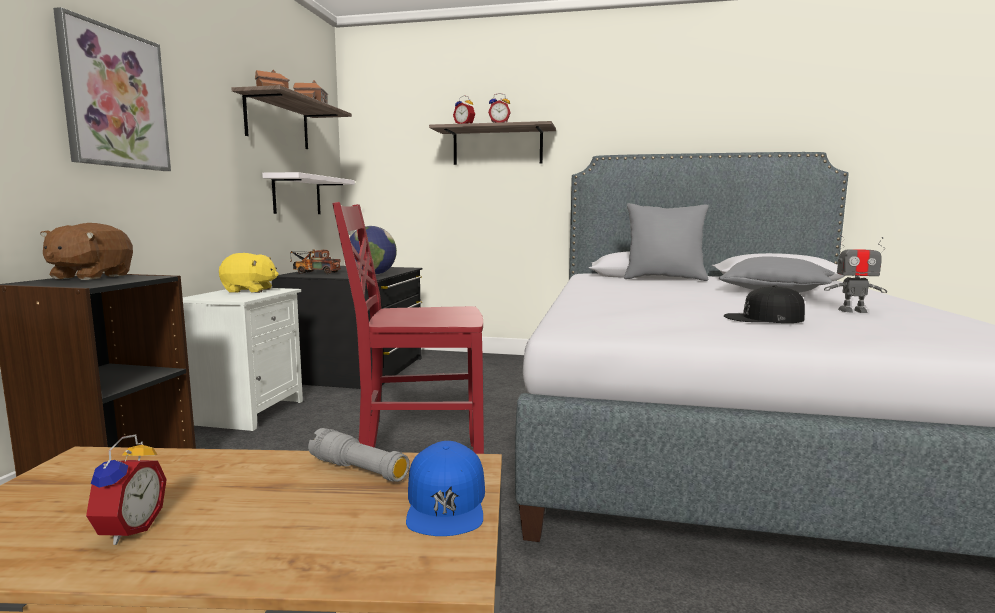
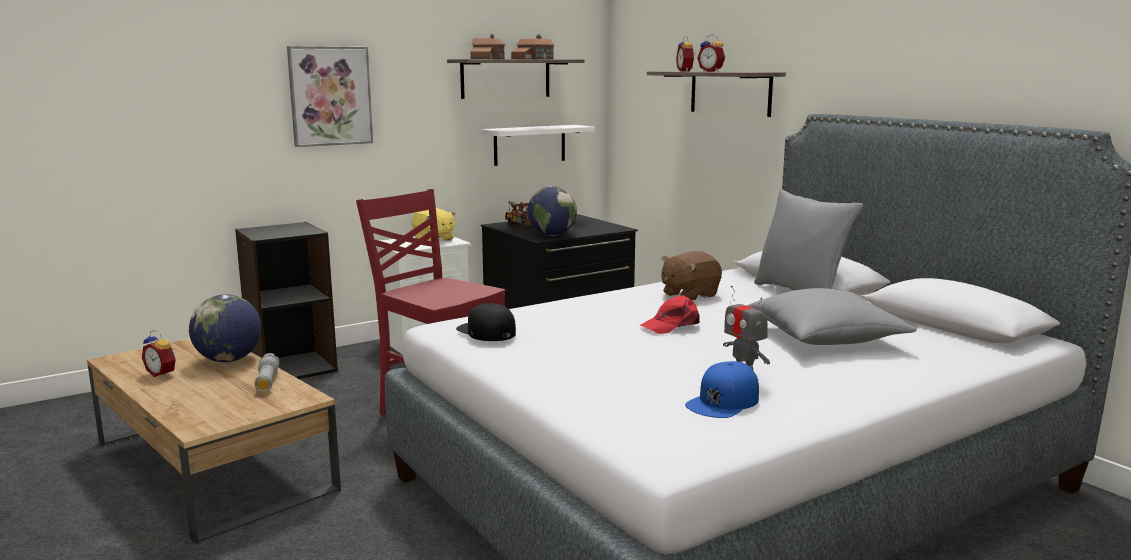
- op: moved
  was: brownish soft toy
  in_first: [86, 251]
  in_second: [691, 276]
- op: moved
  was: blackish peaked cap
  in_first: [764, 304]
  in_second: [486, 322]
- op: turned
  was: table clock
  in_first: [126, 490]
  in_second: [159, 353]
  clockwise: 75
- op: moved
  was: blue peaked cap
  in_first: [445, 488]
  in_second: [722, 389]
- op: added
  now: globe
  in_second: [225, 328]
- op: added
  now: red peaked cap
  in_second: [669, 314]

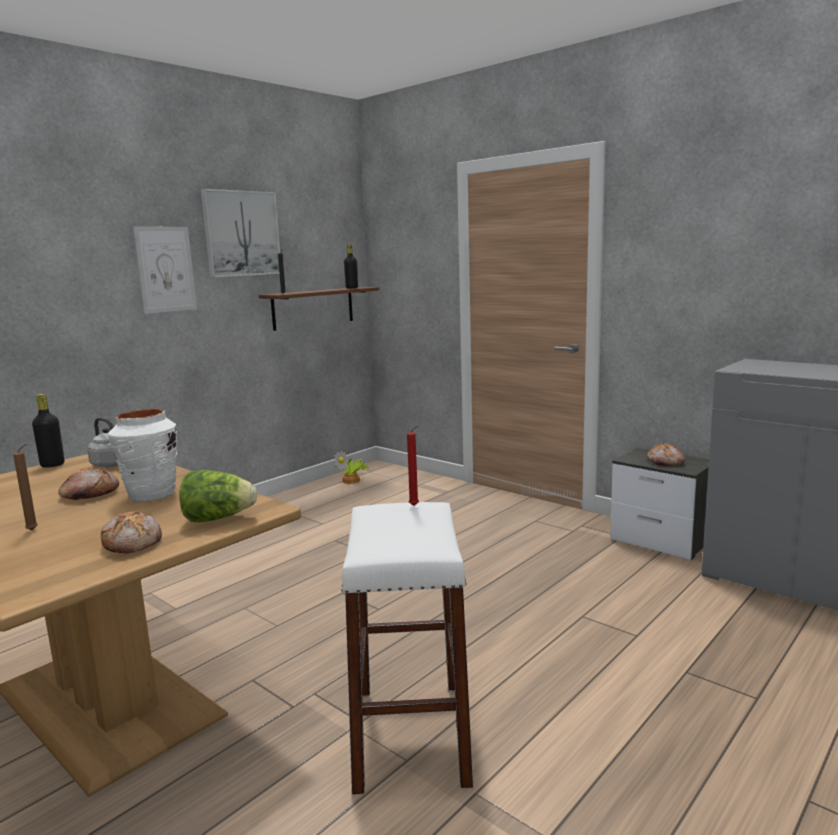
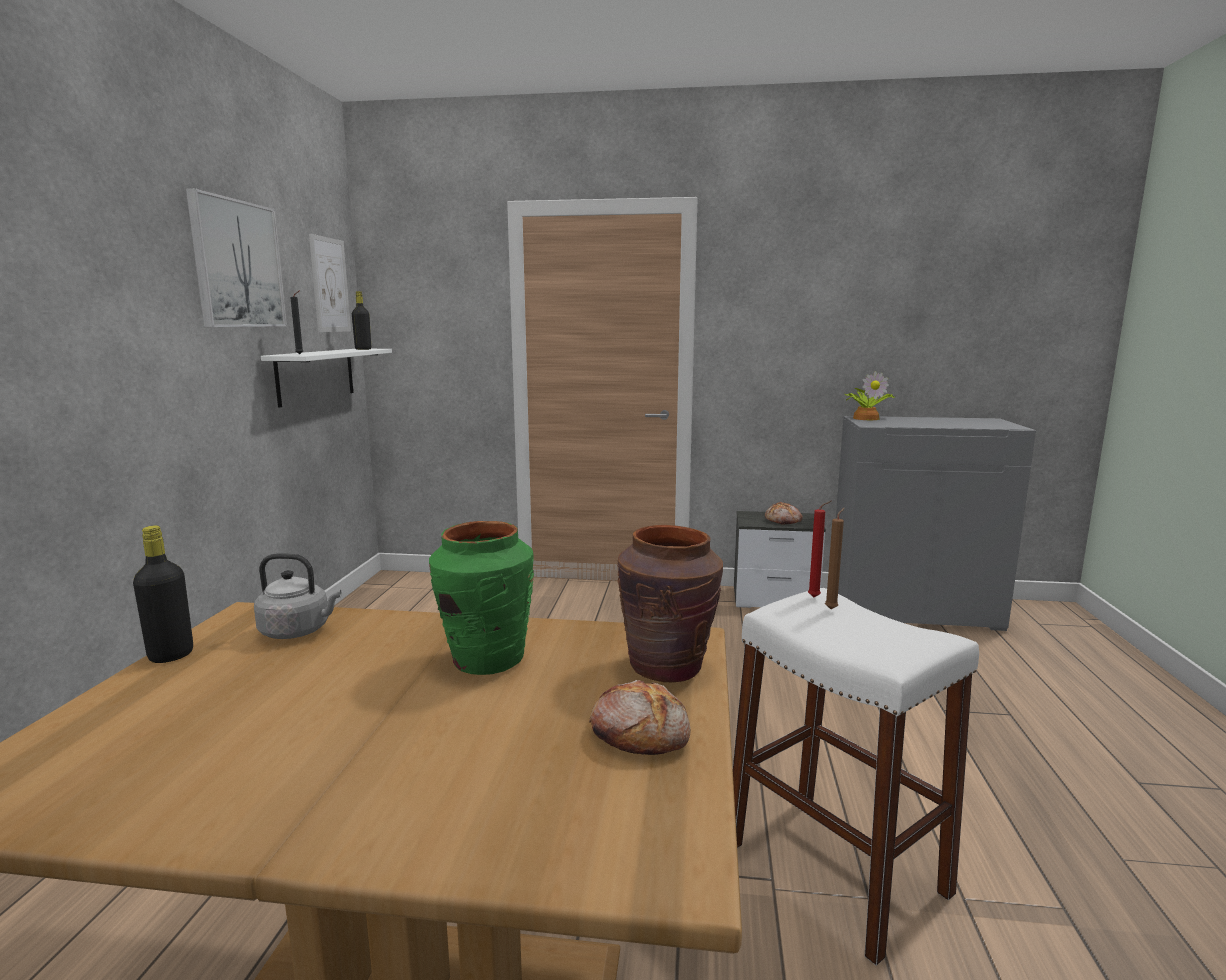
- op: moved
  was: wall art
  in_first: [165, 270]
  in_second: [330, 283]
- op: recoloured
  was: brownish bracket shelf
  now: whitish bracket shelf
  in_first: [319, 309]
  in_second: [326, 378]
- op: recoloured
  was: whitish decorative vase
  now: greenish decorative vase
  in_first: [142, 455]
  in_second: [481, 598]
- op: moved
  was: brownish candle
  in_first: [25, 487]
  in_second: [835, 558]
- op: moved
  was: plant in a pot
  in_first: [351, 467]
  in_second: [869, 395]
- op: removed
  was: baked bread
  in_first: [88, 483]
- op: replaced
  was: lettuce head
  now: brownish decorative vase
  in_first: [218, 496]
  in_second: [670, 603]

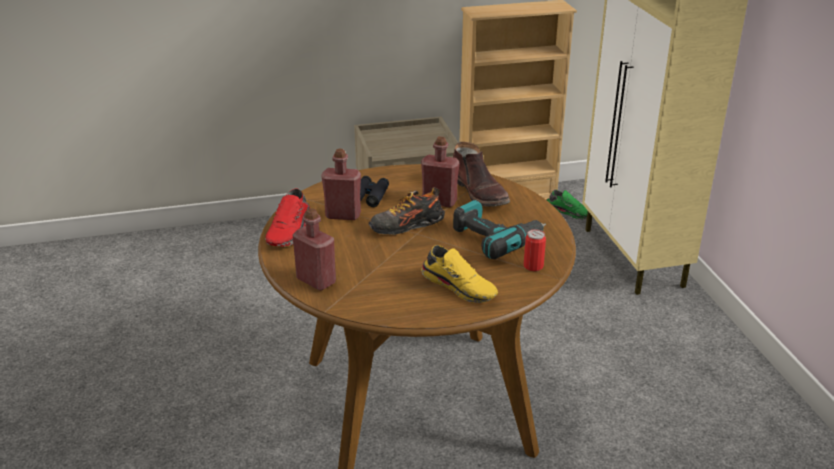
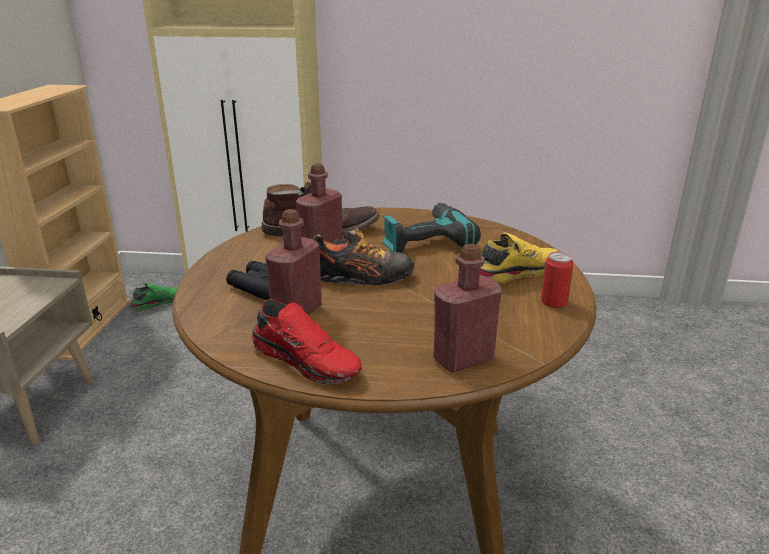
- op: turned
  was: low shoe
  in_first: [407, 211]
  in_second: [363, 257]
  clockwise: -90
- op: moved
  was: metal can
  in_first: [535, 250]
  in_second: [557, 280]

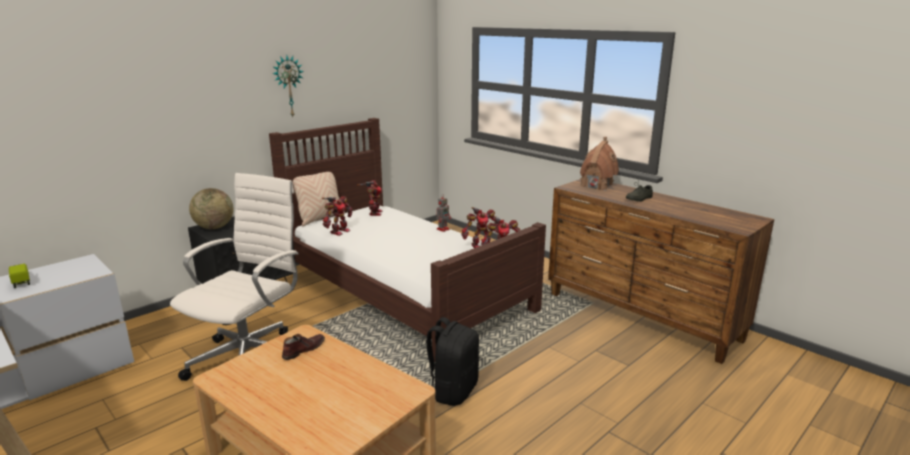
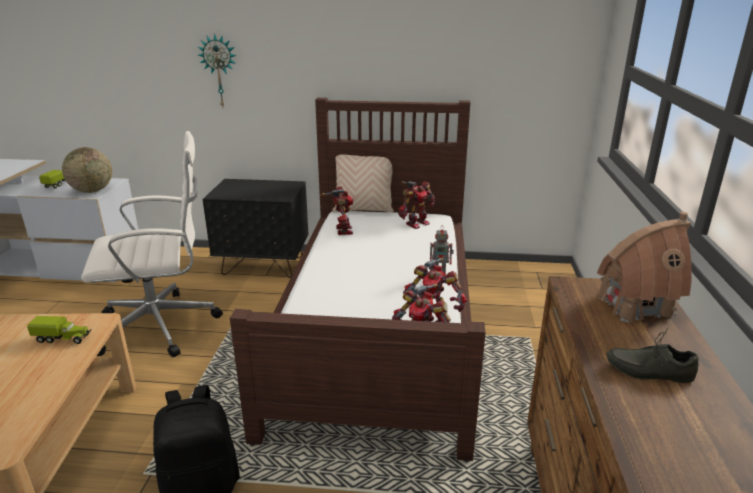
- op: moved
  was: clock on the wall
  in_first: [288, 86]
  in_second: [217, 70]
- op: moved
  was: globe
  in_first: [211, 208]
  in_second: [87, 170]
- op: turned
  was: toy robot
  in_first: [337, 216]
  in_second: [336, 210]
  clockwise: -90
- op: replaced
  was: brownish low shoe
  now: toy lorry
  in_first: [303, 347]
  in_second: [59, 330]

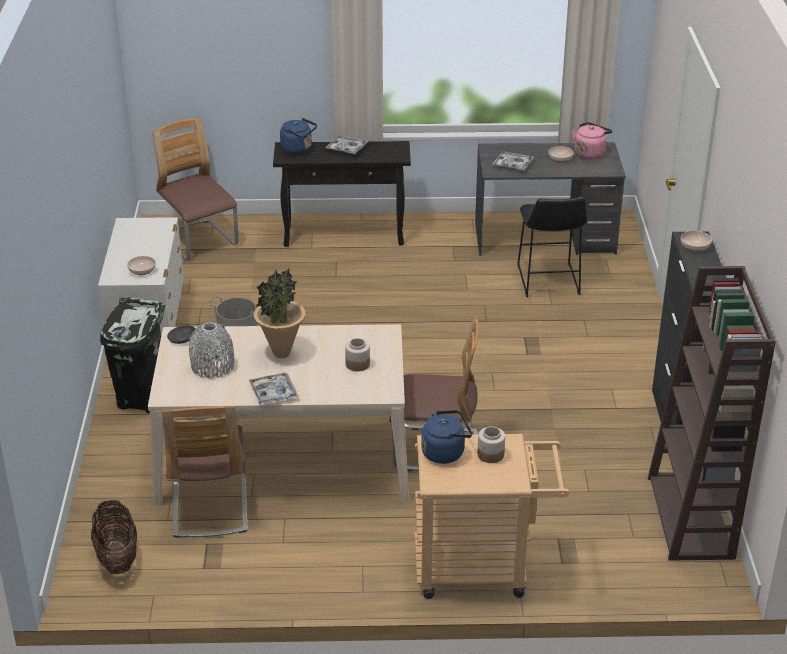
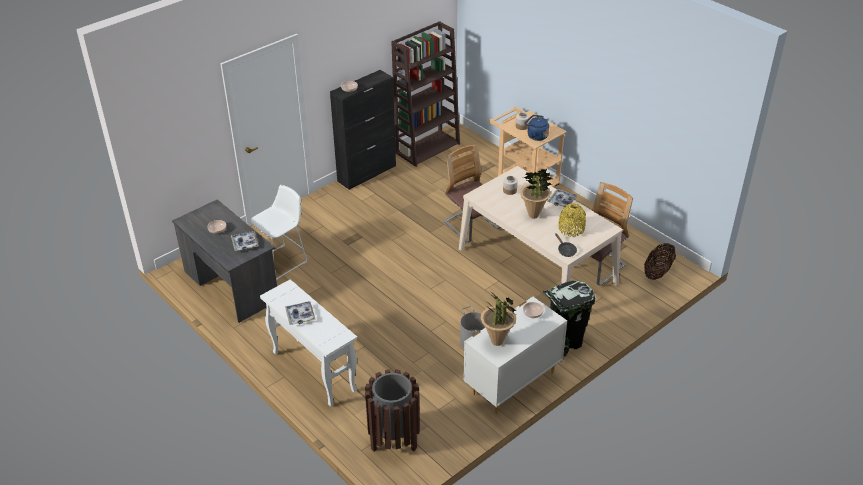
- op: removed
  was: blue kettle
  in_first: [298, 136]
- op: replaced
  was: plain chair
  now: brownish trash can
  in_first: [195, 189]
  in_second: [392, 410]
- op: removed
  was: pink-coloured kettle
  in_first: [591, 140]
- op: recoloured
  was: blackish hall table
  now: whitish hall table
  in_first: [342, 194]
  in_second: [308, 343]
- op: recoloured
  was: blackish sitting stool
  now: whitish sitting stool
  in_first: [552, 247]
  in_second: [278, 232]
- op: recoloured
  was: grey decorative vase
  now: yellowish decorative vase
  in_first: [211, 350]
  in_second: [572, 220]
- op: added
  now: plant in a pot
  in_second: [499, 319]

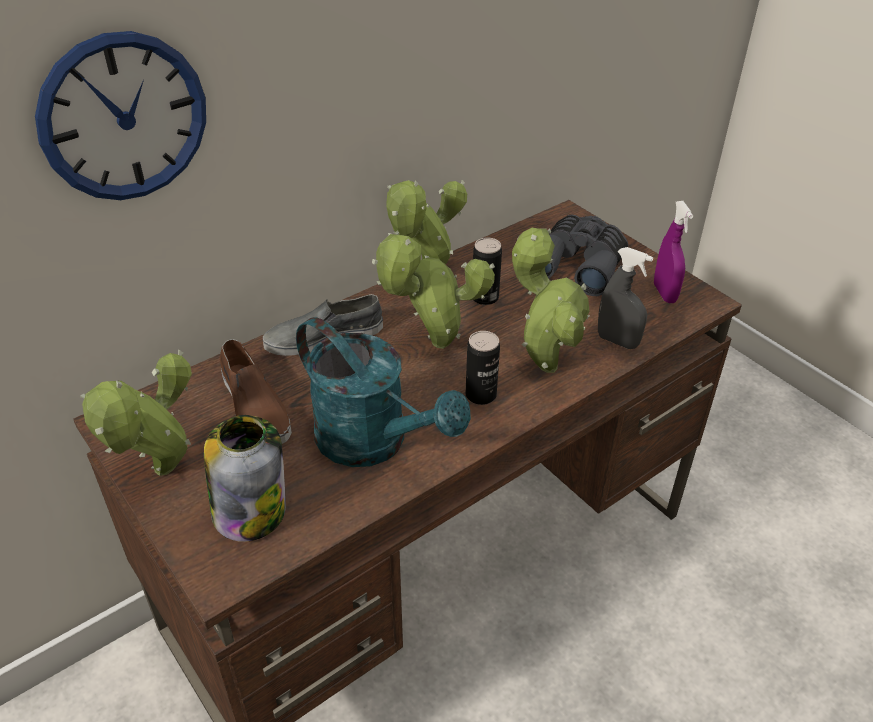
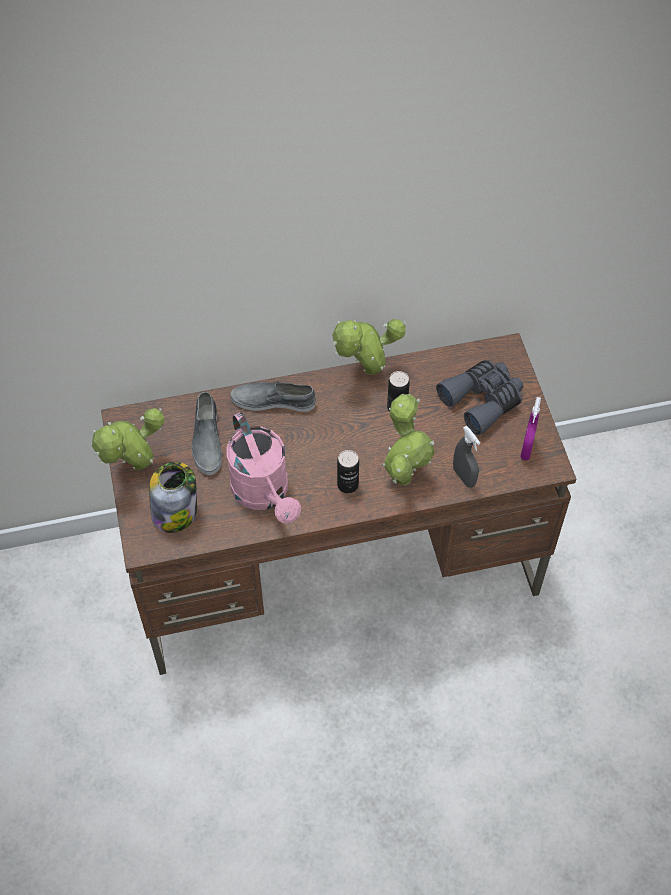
- op: removed
  was: clock on the wall
  in_first: [120, 115]
- op: removed
  was: plant in a pot
  in_first: [433, 291]
- op: recoloured
  was: turquoise sprinkling can
  now: pink-coloured sprinkling can
  in_first: [383, 392]
  in_second: [263, 468]
- op: recoloured
  was: brownish low shoe
  now: grey low shoe
  in_first: [256, 391]
  in_second: [206, 433]

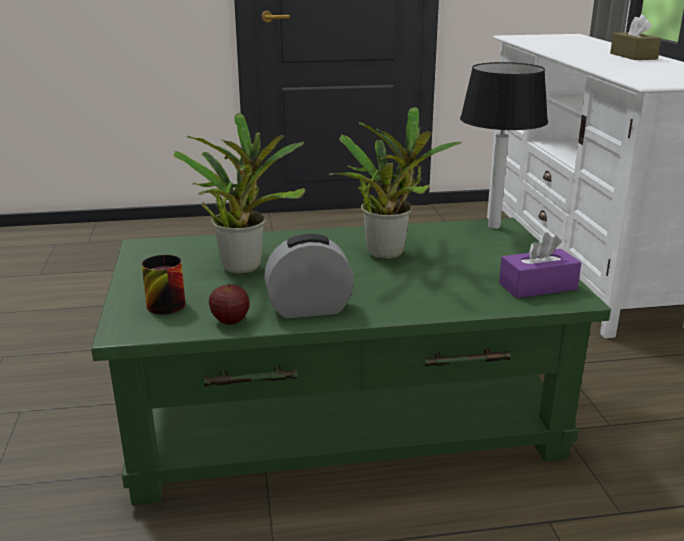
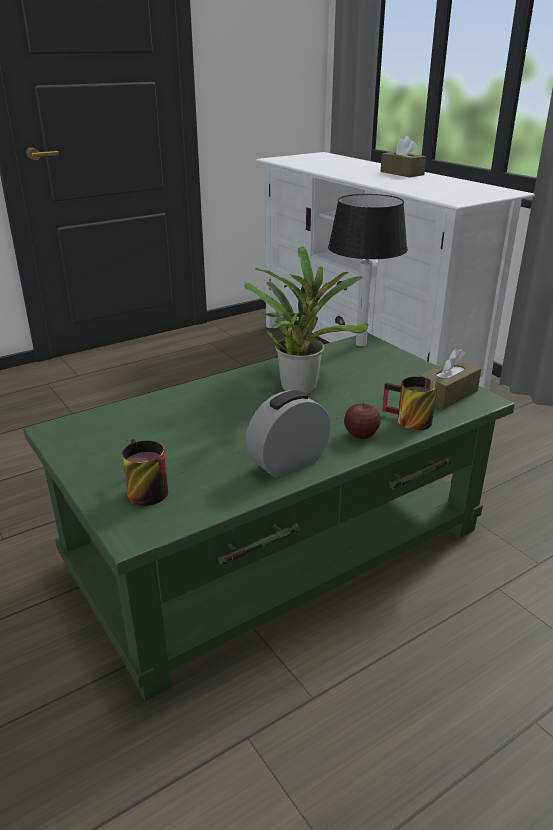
- op: removed
  was: plant in a pot
  in_first: [239, 193]
- op: recoloured
  was: purplish tissue box
  now: brownish tissue box
  in_first: [540, 265]
  in_second: [450, 379]
- op: moved
  was: apple fruit
  in_first: [229, 304]
  in_second: [362, 421]
- op: added
  now: coffee mug
  in_second: [409, 403]

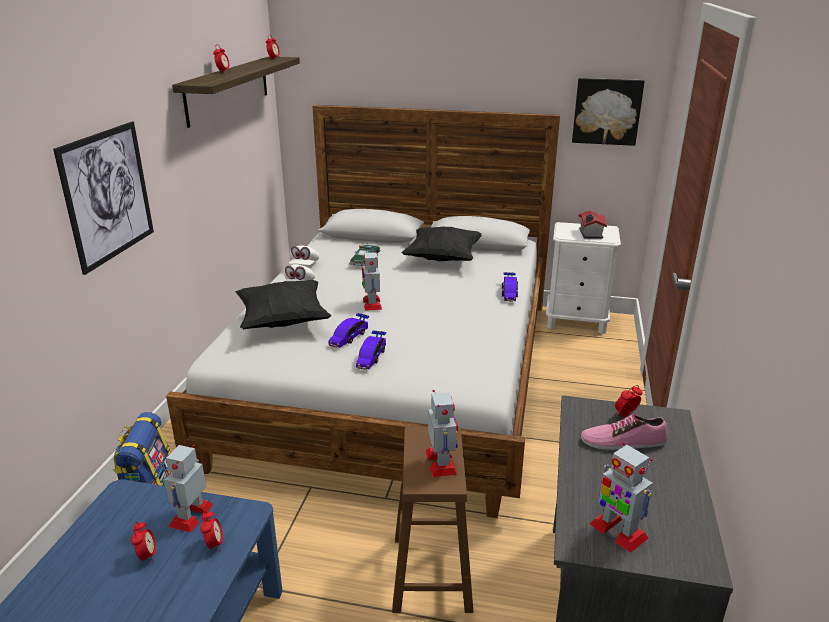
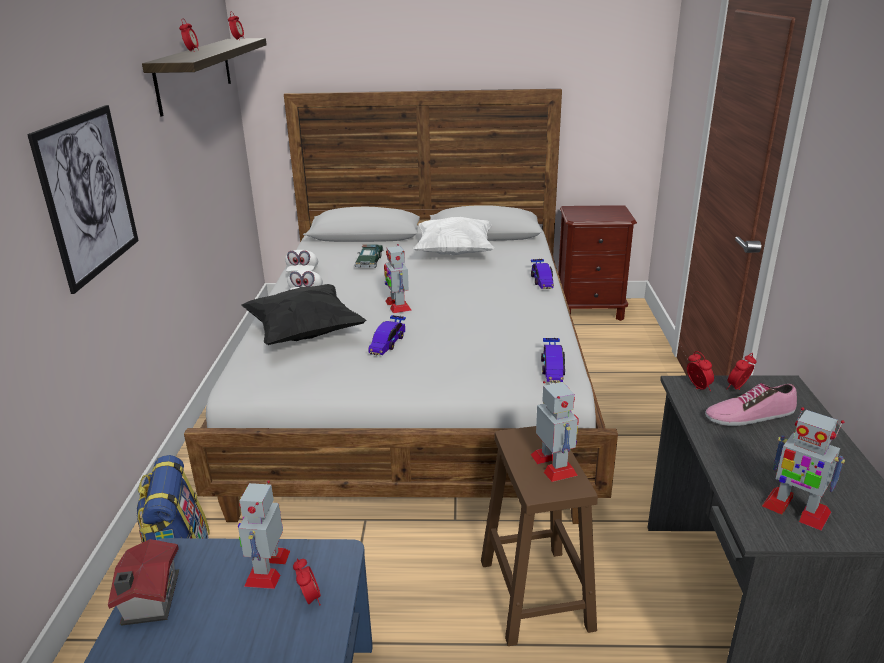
- op: removed
  was: wall art
  in_first: [608, 112]
- op: moved
  was: model house
  in_first: [592, 224]
  in_second: [143, 582]
- op: recoloured
  was: whitish nightstand
  now: brownish nightstand
  in_first: [583, 278]
  in_second: [597, 263]
- op: recoloured
  was: blackish pillow
  now: whitish pillow
  in_first: [441, 243]
  in_second: [453, 236]
- op: moved
  was: miniature car
  in_first: [371, 350]
  in_second: [553, 360]
- op: moved
  was: table clock
  in_first: [143, 542]
  in_second: [700, 371]

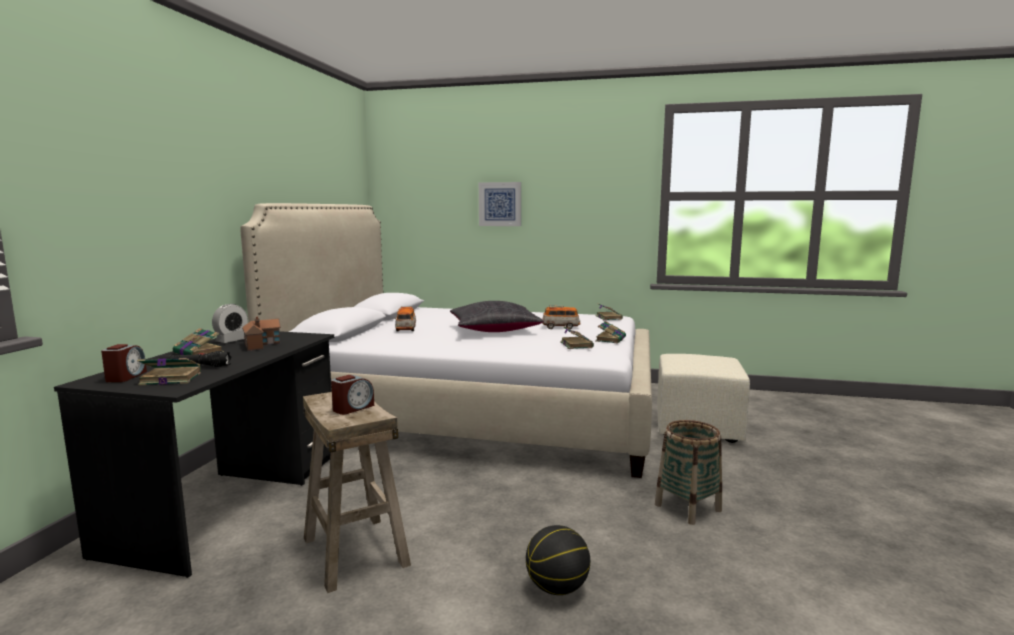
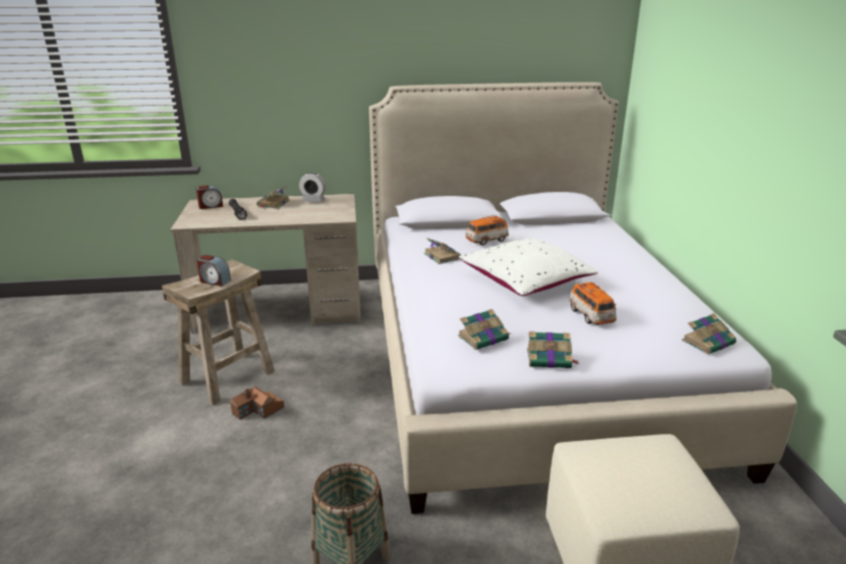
- op: removed
  was: wall art
  in_first: [500, 204]
- op: recoloured
  was: blackish pillow
  now: whitish pillow
  in_first: [497, 316]
  in_second: [528, 267]
- op: moved
  was: model house
  in_first: [261, 334]
  in_second: [256, 403]
- op: recoloured
  was: blackish desk
  now: beige desk
  in_first: [194, 454]
  in_second: [265, 263]
- op: moved
  was: volume
  in_first: [169, 372]
  in_second: [442, 251]
- op: removed
  was: ball for basketball
  in_first: [558, 560]

